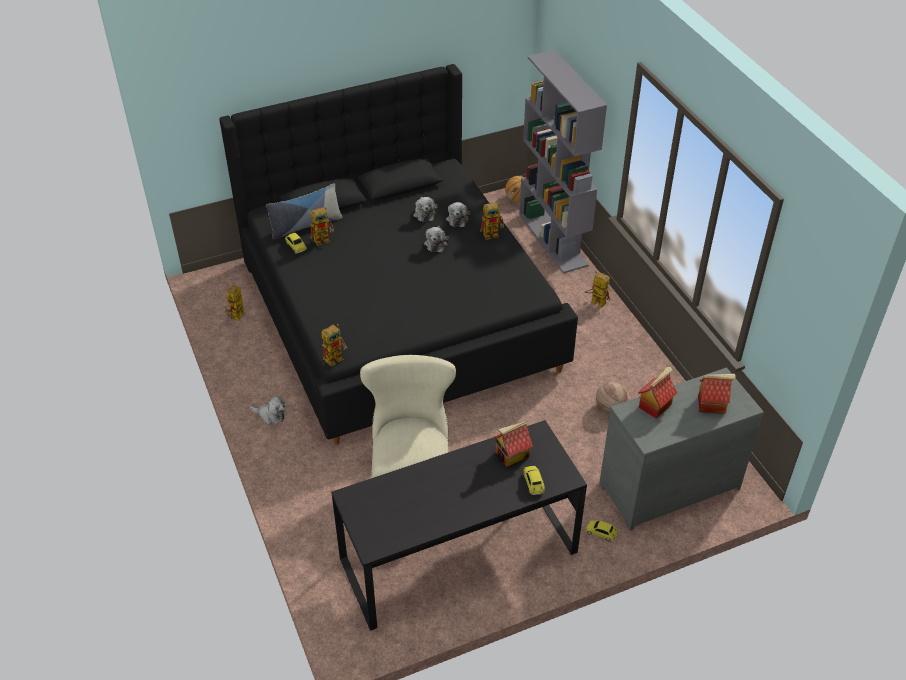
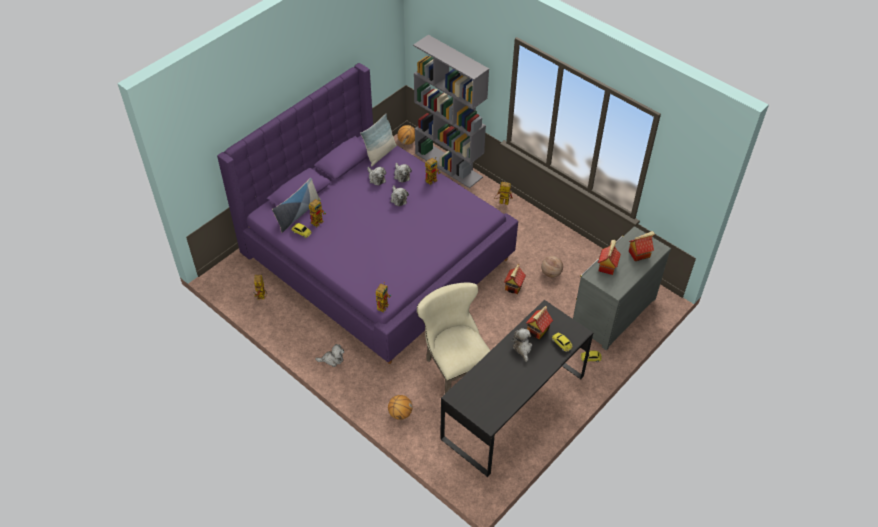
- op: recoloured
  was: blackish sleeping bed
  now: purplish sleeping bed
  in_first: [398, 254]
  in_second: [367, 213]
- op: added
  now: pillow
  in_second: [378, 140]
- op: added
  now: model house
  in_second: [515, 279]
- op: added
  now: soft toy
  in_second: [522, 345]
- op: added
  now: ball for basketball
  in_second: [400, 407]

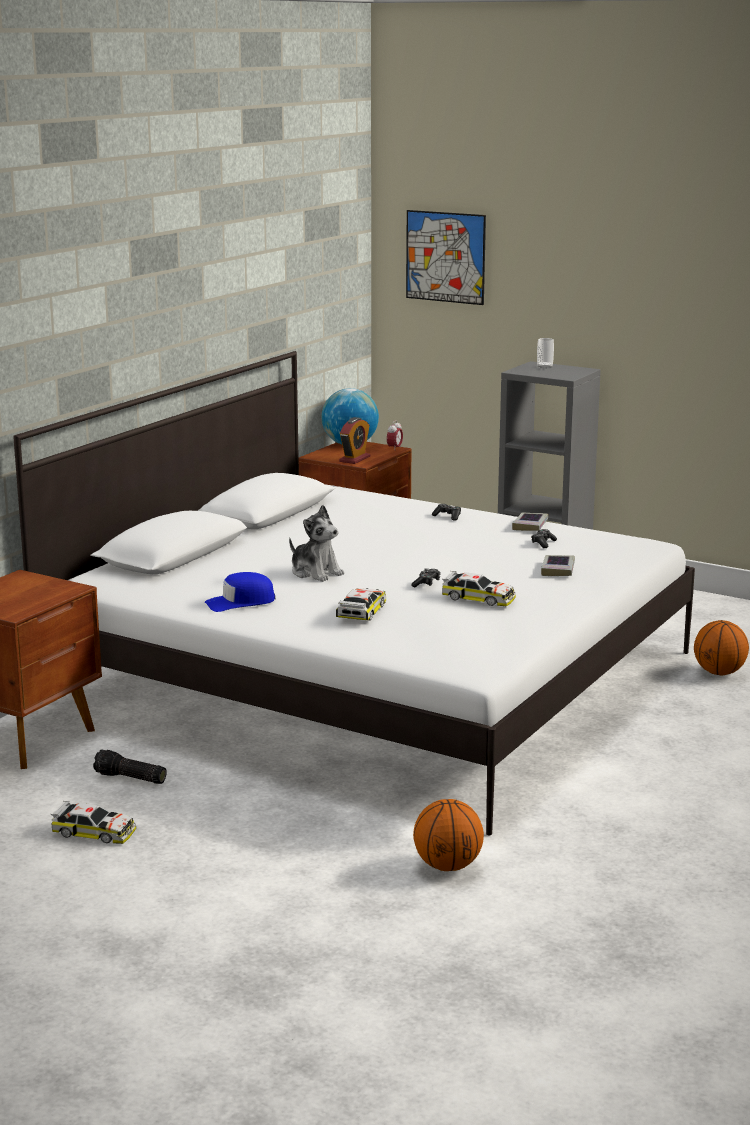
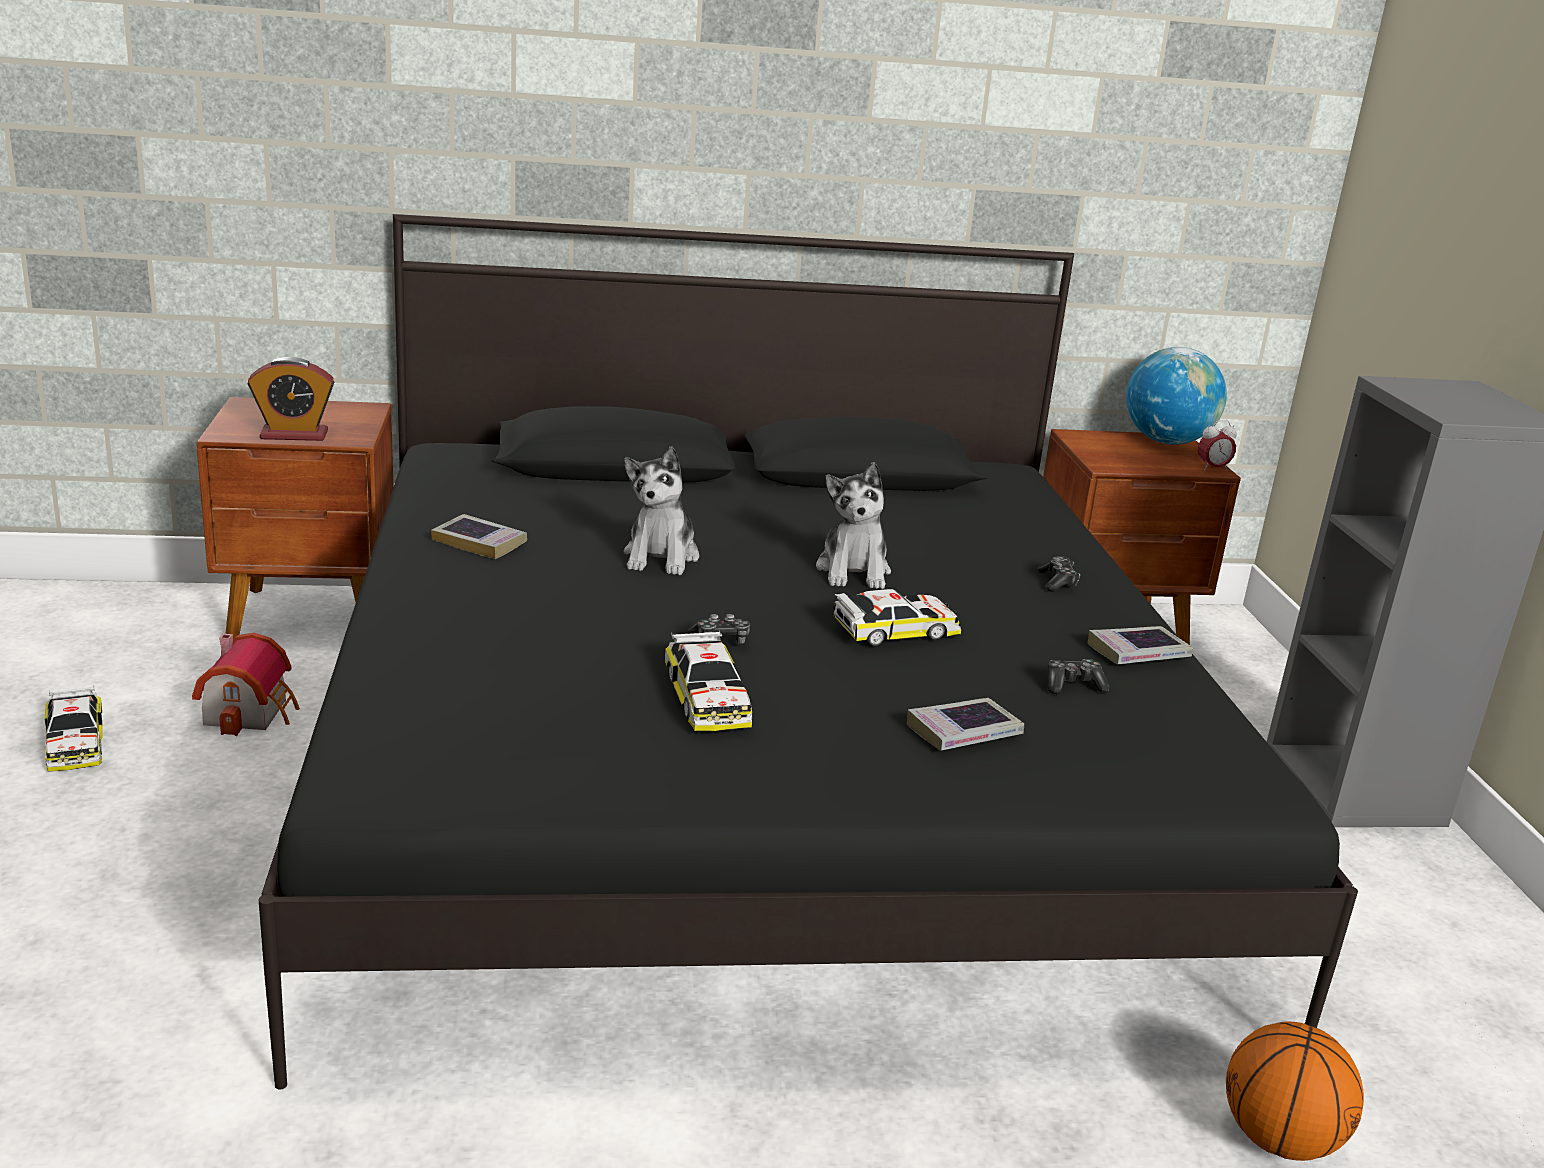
- op: removed
  was: wall art
  in_first: [446, 257]
- op: removed
  was: small cup
  in_first: [545, 353]
- op: recoloured
  was: whitish sleeping bed
  now: blackish sleeping bed
  in_first: [354, 593]
  in_second: [808, 652]
- op: moved
  was: table clock
  in_first: [354, 440]
  in_second: [291, 399]
- op: replaced
  was: blue peaked cap
  now: volume
  in_first: [240, 592]
  in_second: [479, 536]
- op: moved
  was: miniature car
  in_first: [361, 604]
  in_second: [897, 617]
- op: replaced
  was: torch
  now: model house
  in_first: [130, 766]
  in_second: [246, 684]
- op: removed
  was: ball for basketball
  in_first: [448, 835]
- op: added
  now: soft toy
  in_second: [853, 525]

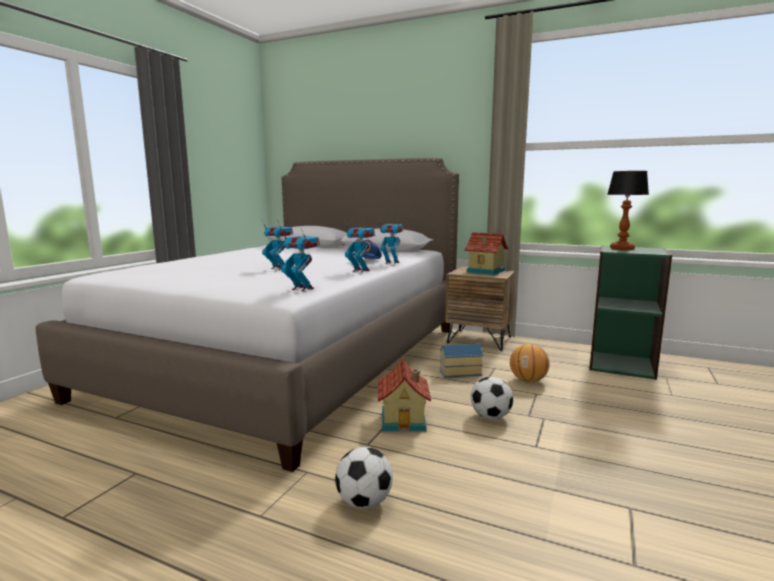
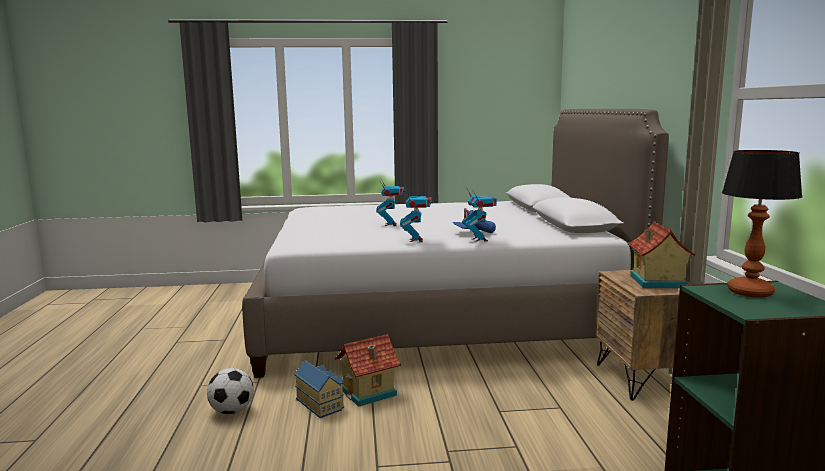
- op: removed
  was: toy robot
  in_first: [300, 259]
- op: moved
  was: model house
  in_first: [461, 360]
  in_second: [319, 389]
- op: removed
  was: ball for basketball
  in_first: [530, 363]
- op: removed
  was: ball for football
  in_first: [492, 398]

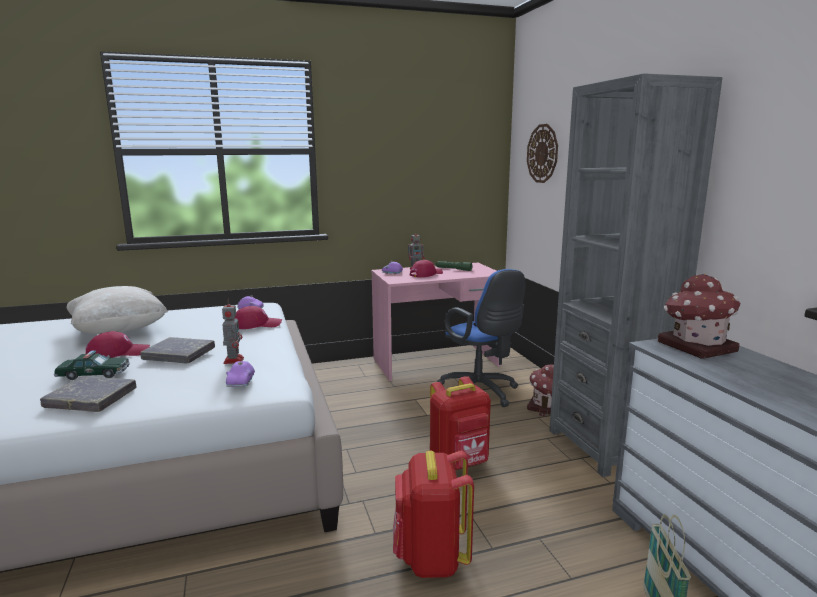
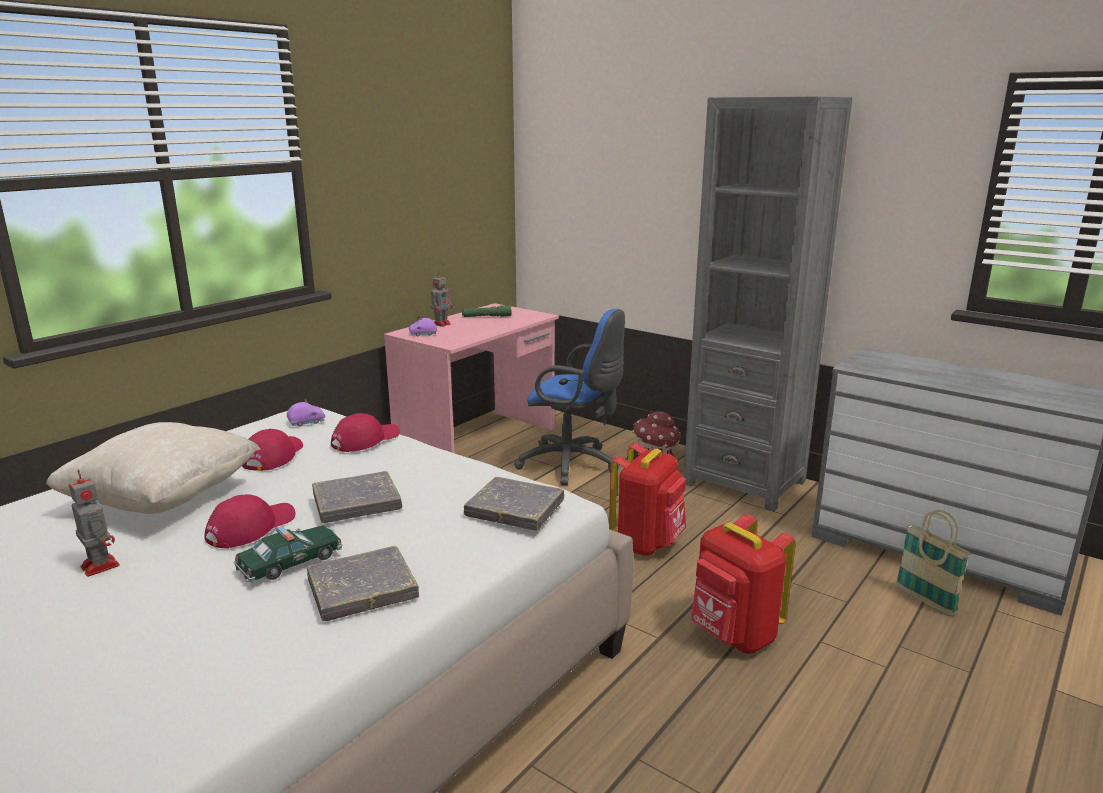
- op: removed
  was: clock on the wall
  in_first: [542, 153]
- op: moved
  was: red peaked cap
  in_first: [426, 269]
  in_second: [272, 450]
- op: removed
  was: model house
  in_first: [699, 316]
- op: moved
  was: toy robot
  in_first: [233, 331]
  in_second: [94, 523]
- op: replaced
  was: purplish miniature car
  now: grey volume
  in_first: [240, 374]
  in_second: [514, 504]

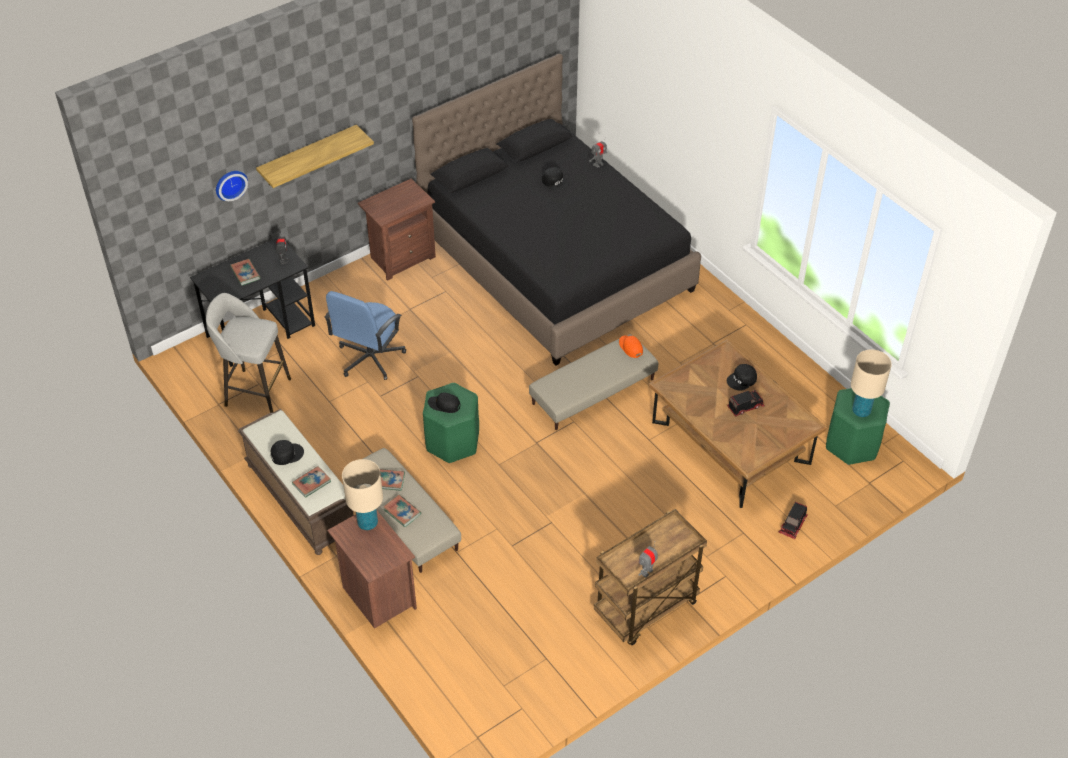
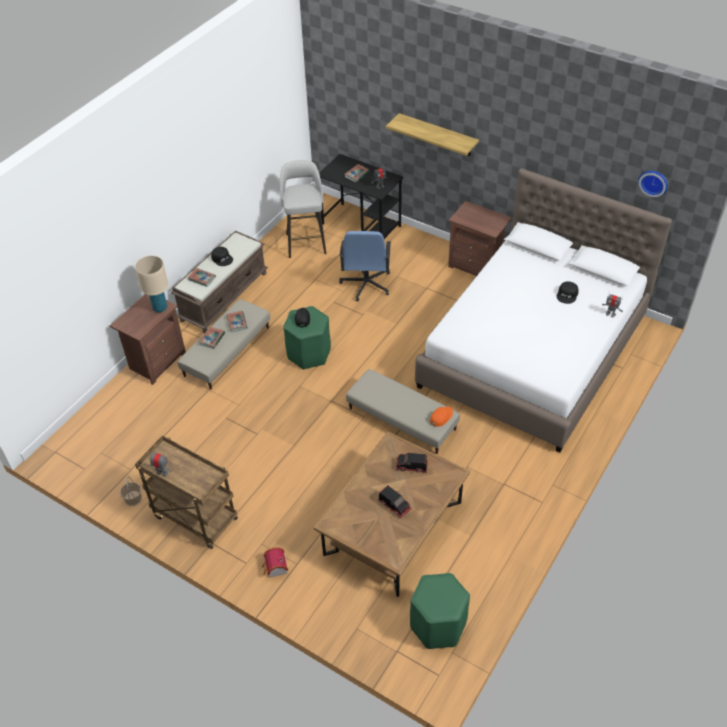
- op: recoloured
  was: blackish sleeping bed
  now: whitish sleeping bed
  in_first: [556, 210]
  in_second: [543, 310]
- op: moved
  was: clock on the wall
  in_first: [232, 186]
  in_second: [653, 183]
- op: turned
  was: blue desk chair
  in_first: [365, 335]
  in_second: [365, 266]
  clockwise: -90
- op: removed
  was: beige tabletop lamp
  in_first: [871, 383]
- op: removed
  was: blackish peaked cap
  in_first: [742, 377]
- op: moved
  was: toy lorry
  in_first: [793, 520]
  in_second: [412, 463]
- op: added
  now: basket
  in_second: [131, 491]
- op: added
  now: model house
  in_second: [275, 562]

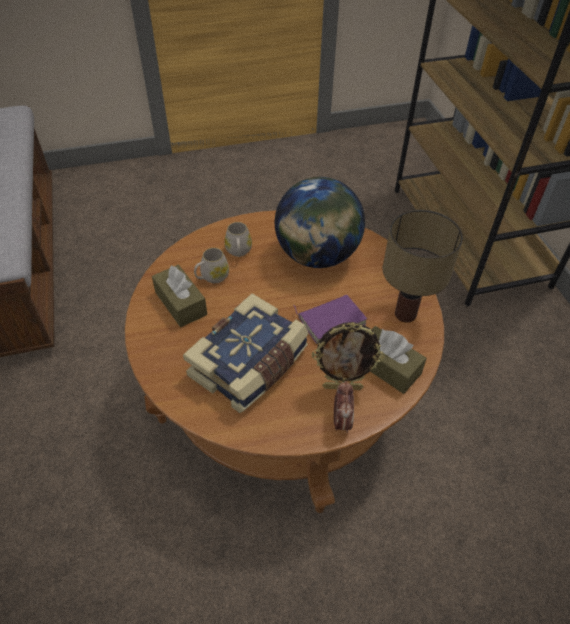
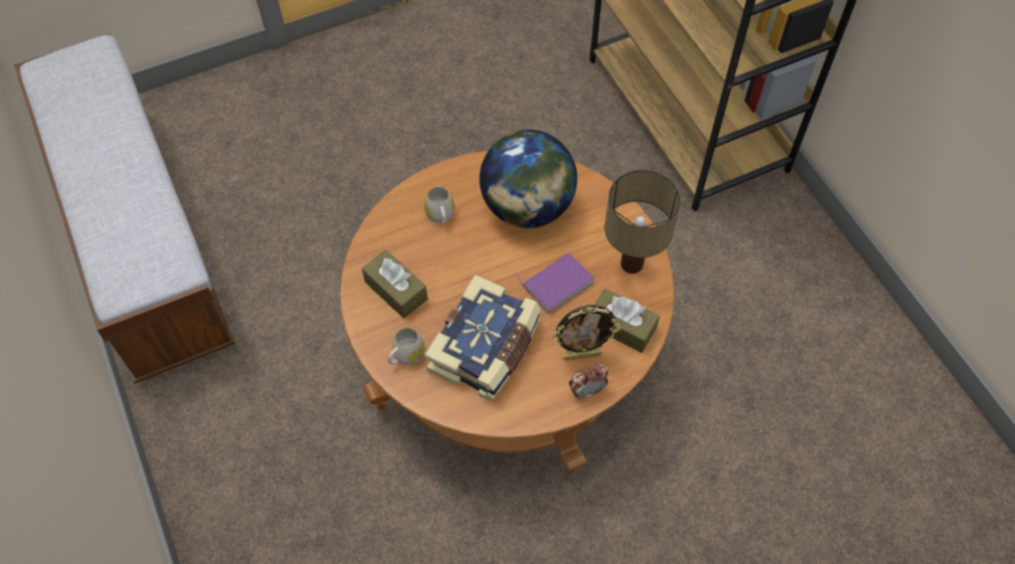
- op: moved
  was: whitish coffee mug
  in_first: [211, 265]
  in_second: [406, 346]
- op: turned
  was: table clock
  in_first: [344, 407]
  in_second: [588, 381]
  clockwise: 75

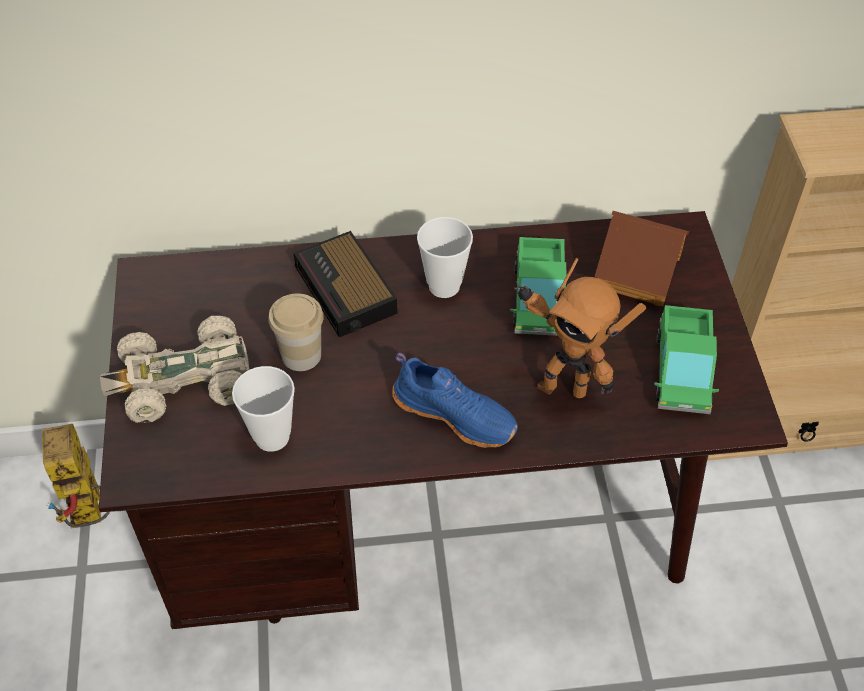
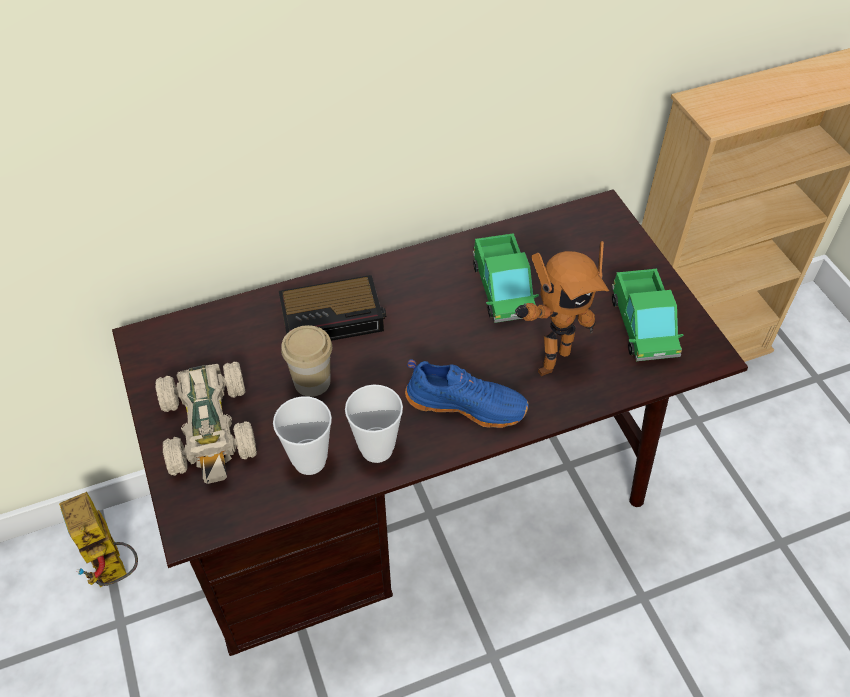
- op: removed
  was: model house
  in_first: [642, 258]
- op: moved
  was: small cup
  in_first: [445, 257]
  in_second: [374, 424]
- op: turned
  was: table clock
  in_first: [346, 284]
  in_second: [332, 308]
  clockwise: -60
- op: turned
  was: toy robot
  in_first: [580, 328]
  in_second: [561, 308]
  clockwise: -45
- op: turned
  was: beige miniature car
  in_first: [174, 369]
  in_second: [206, 422]
  clockwise: -75

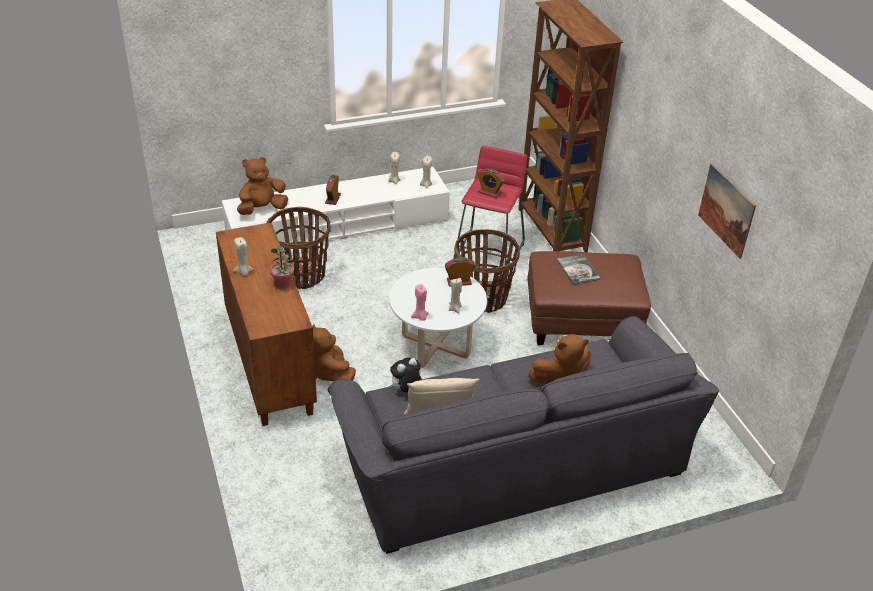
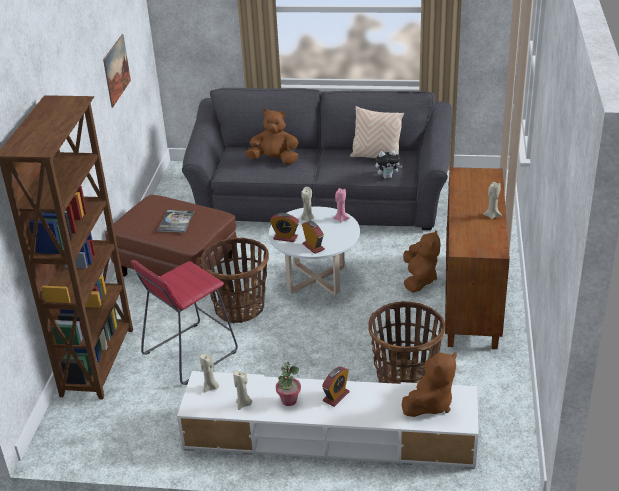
- op: turned
  was: brownish soft toy
  in_first: [262, 186]
  in_second: [429, 384]
  clockwise: -45
- op: moved
  was: table clock
  in_first: [491, 183]
  in_second: [313, 237]
- op: moved
  was: plant in a pot
  in_first: [282, 267]
  in_second: [288, 384]

